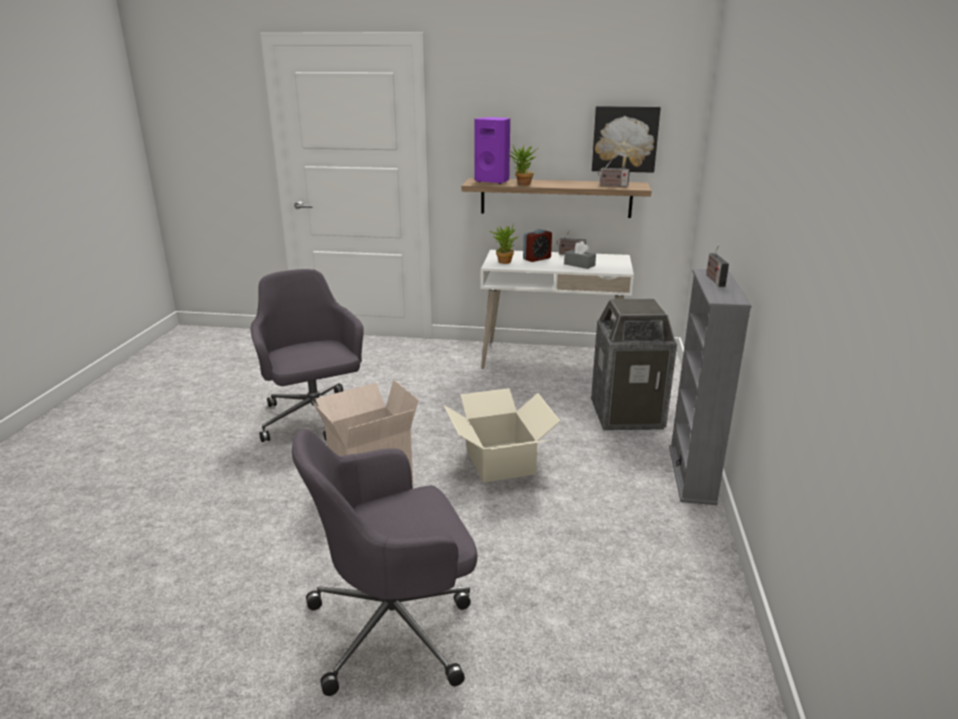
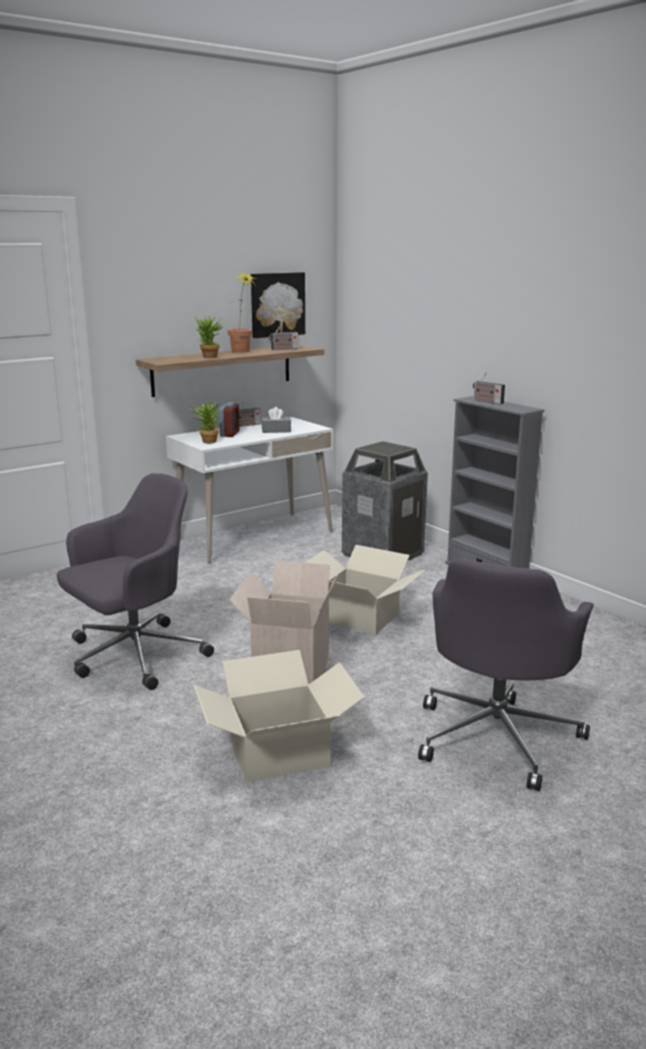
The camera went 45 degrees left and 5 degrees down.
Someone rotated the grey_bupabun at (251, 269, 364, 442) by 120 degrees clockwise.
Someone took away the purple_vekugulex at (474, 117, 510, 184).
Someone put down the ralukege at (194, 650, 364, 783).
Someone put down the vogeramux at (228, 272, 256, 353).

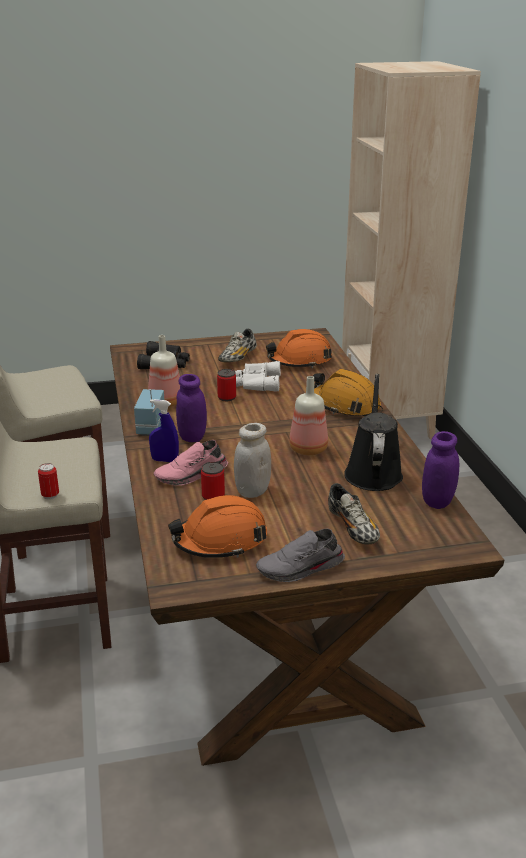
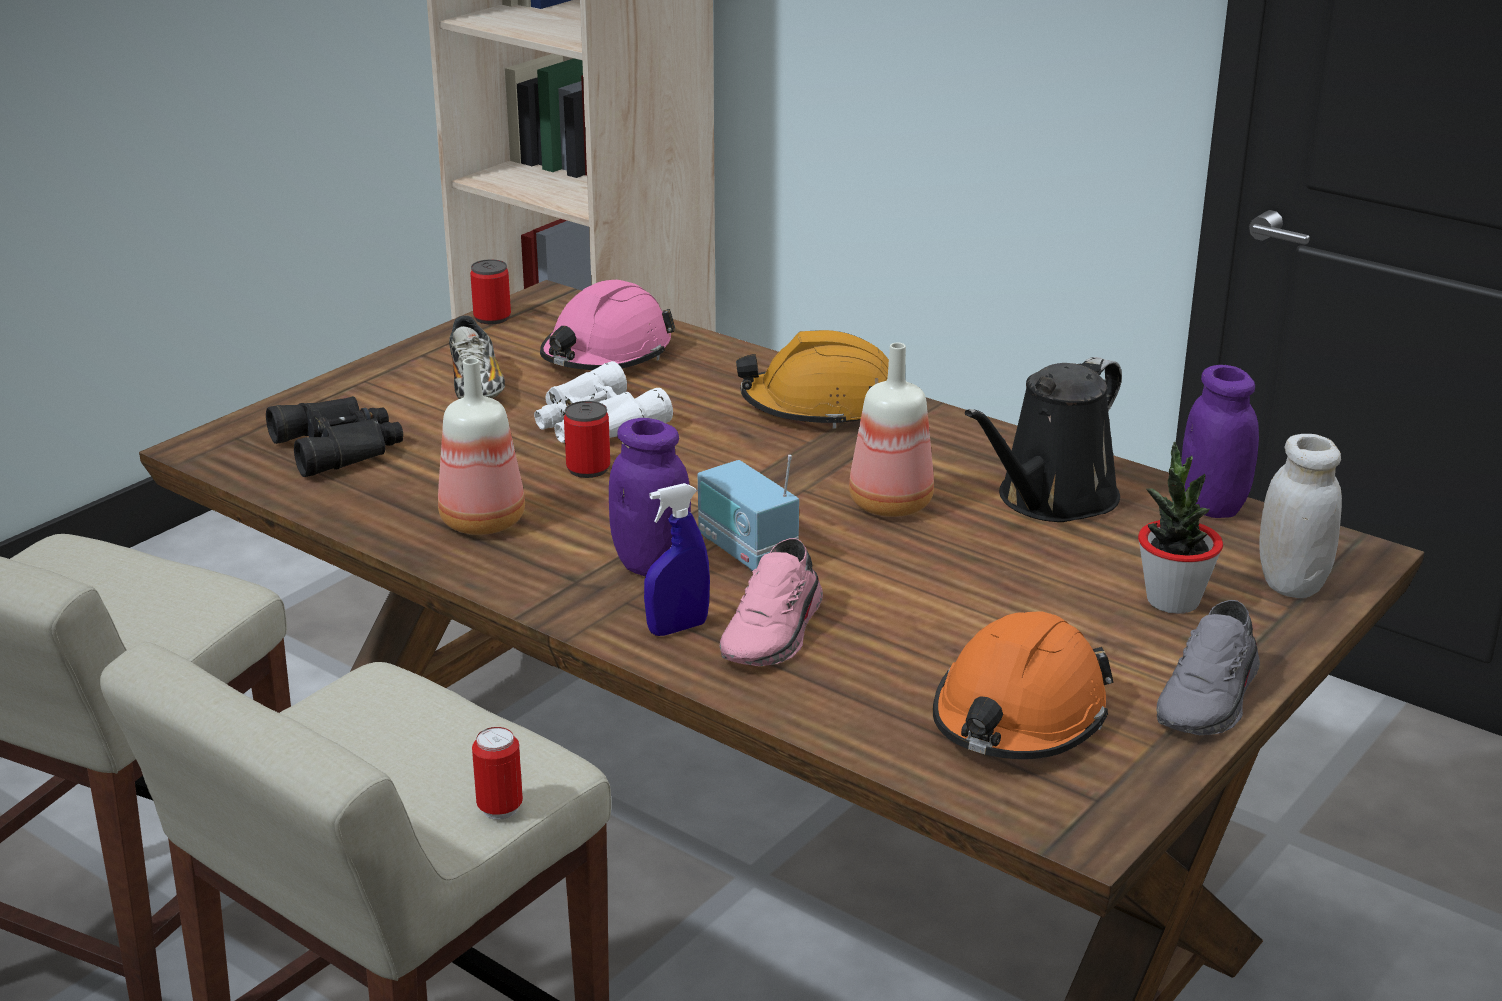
The camera went 40 degrees left and 0 degrees up.
Someone carried the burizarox from (134, 389, 164, 435) to (698, 455, 799, 571).
Someone carried the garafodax from (201, 462, 225, 500) to (470, 259, 511, 324).
Someone carried the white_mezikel from (234, 423, 271, 498) to (1260, 434, 1342, 598).
Someone repainted the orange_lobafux at (266, 329, 332, 368), which became the pink_lobafux at (540, 280, 675, 370).
Someone swapped the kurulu at (328, 483, 380, 544) for the vogeramux at (1138, 442, 1223, 614).
Someone rotated the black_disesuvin at (344, 374, 403, 491) by 105 degrees counterclockwise.

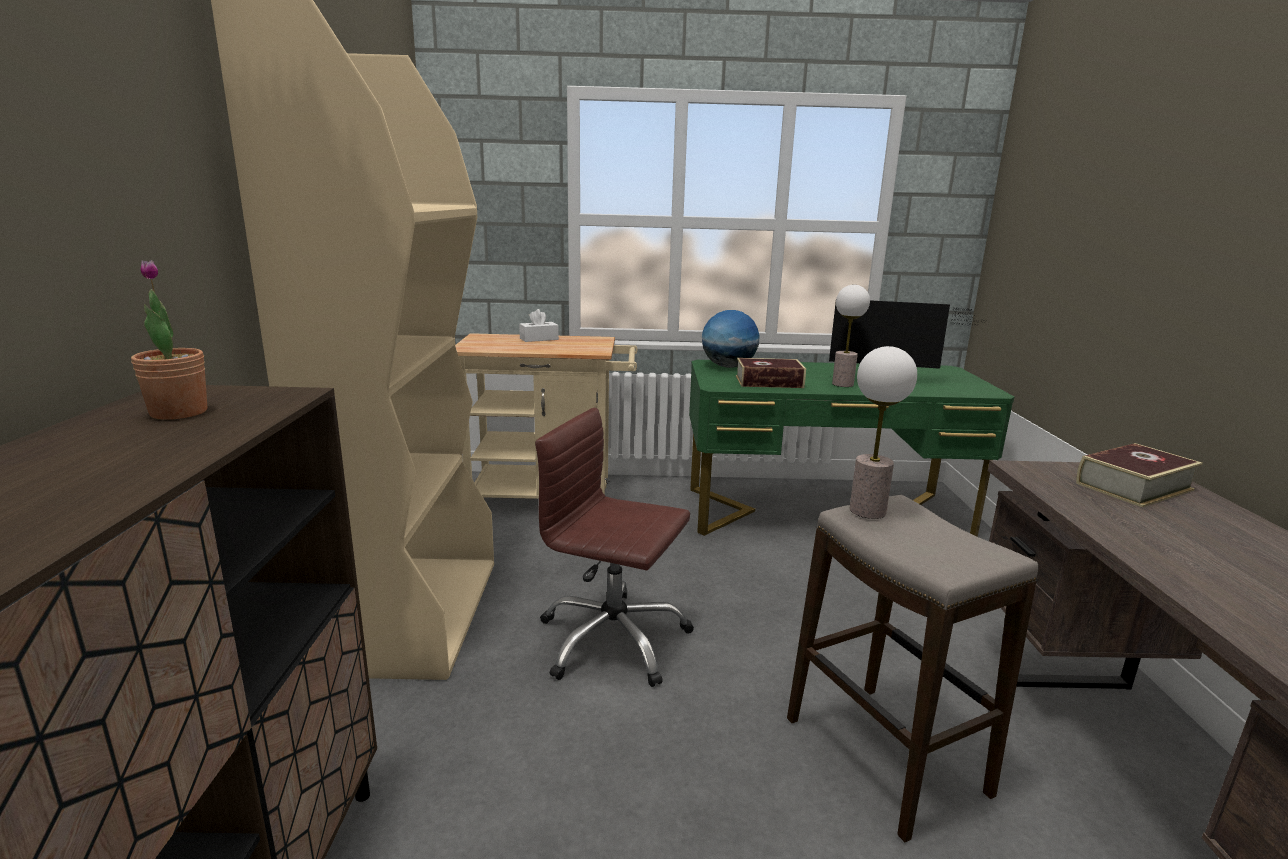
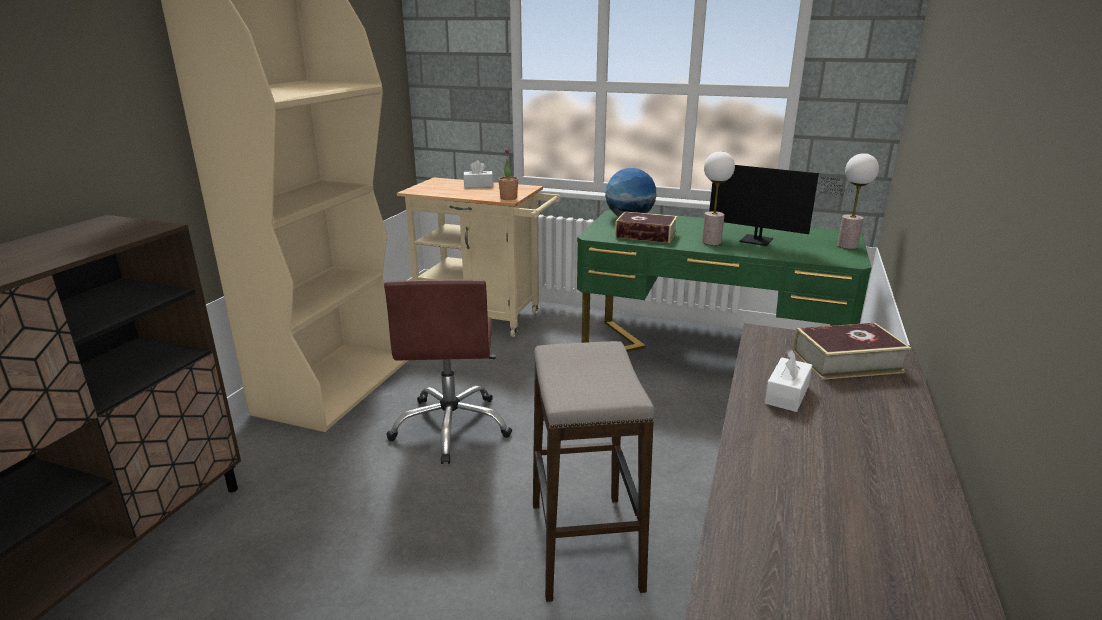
The camera went 20 degrees right and 5 degrees up.
Someone carried the vogeramux from (131, 260, 207, 420) to (498, 148, 518, 200).
Someone rotated the brown_bupabun at (535, 407, 694, 687) by 135 degrees counterclockwise.
Someone carried the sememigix from (850, 346, 917, 519) to (837, 153, 879, 249).
Someone put down the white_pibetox at (764, 349, 812, 412).

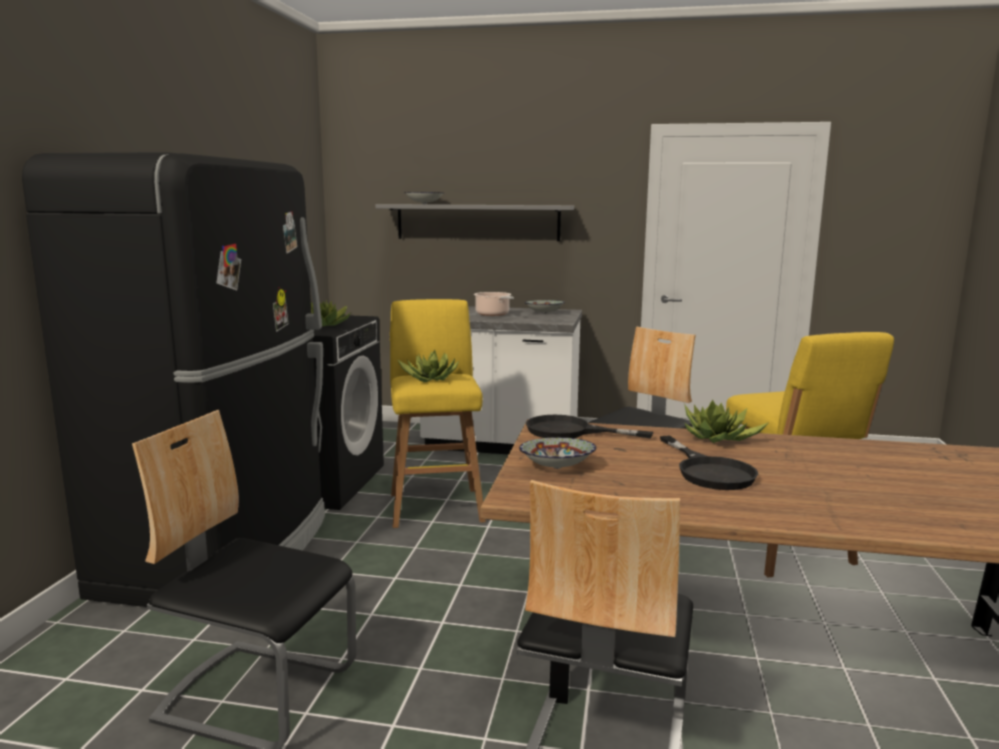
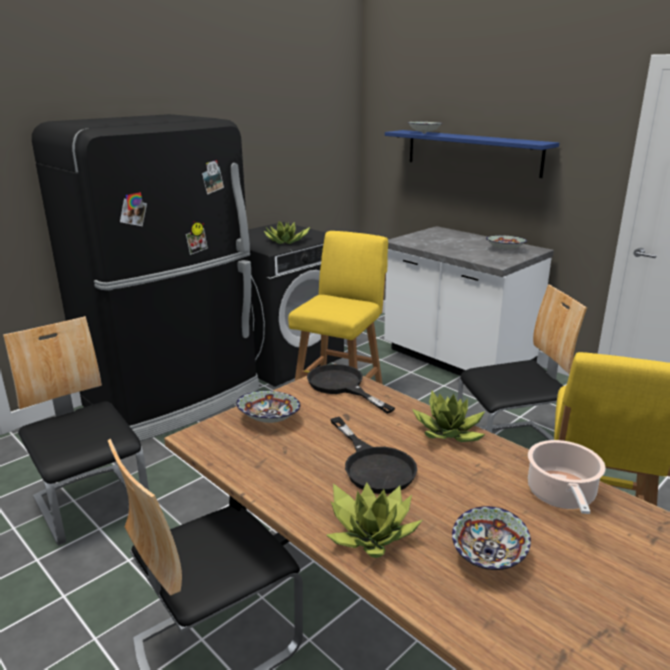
The camera went 35 degrees right and 10 degrees up.
Someone repainted the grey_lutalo at (375, 204, 574, 241), which became the blue_lutalo at (385, 130, 559, 178).
Someone carried the vogeramux from (398, 350, 459, 382) to (327, 482, 422, 558).
Someone carried the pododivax from (474, 292, 514, 316) to (528, 440, 606, 514).
Someone rotated the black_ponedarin at (660, 436, 758, 490) by 45 degrees counterclockwise.
Someone put down the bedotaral at (452, 506, 531, 570).

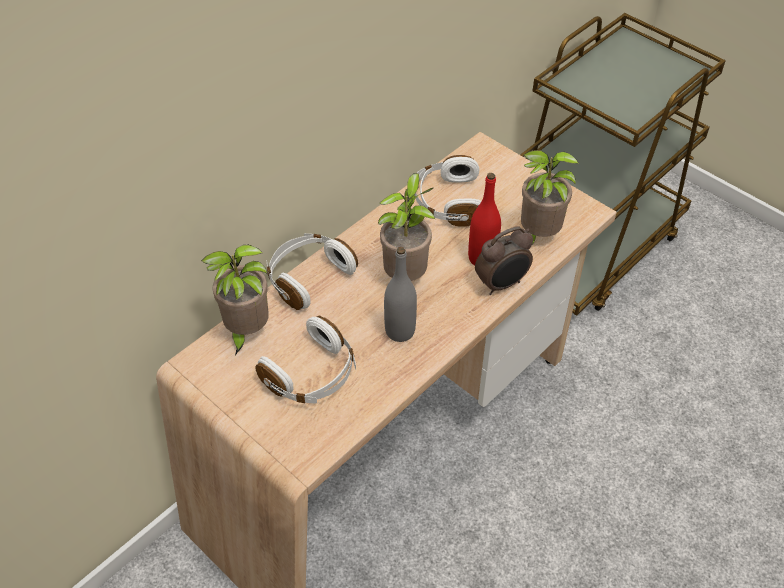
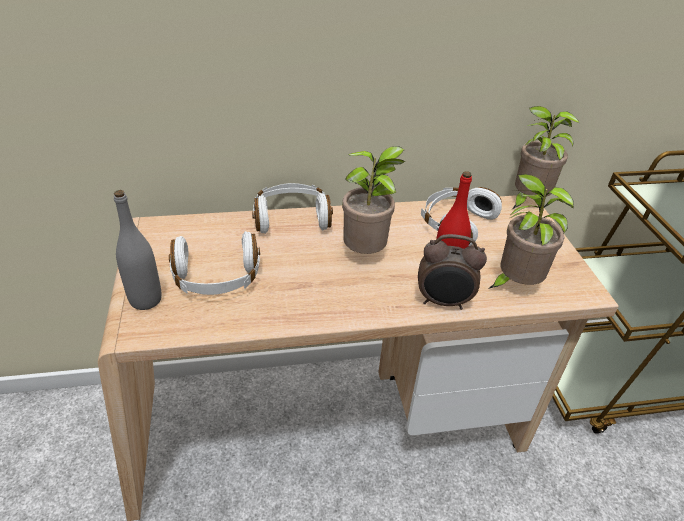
The camera went 35 degrees right and 10 degrees down.
Someone carried the vogeramux from (201, 245, 269, 355) to (512, 106, 579, 209).
Someone carried the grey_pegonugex from (384, 247, 417, 342) to (114, 190, 162, 310).

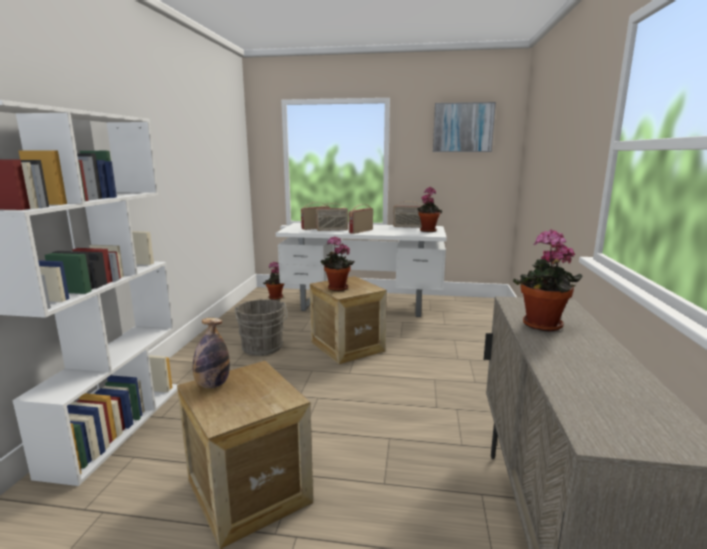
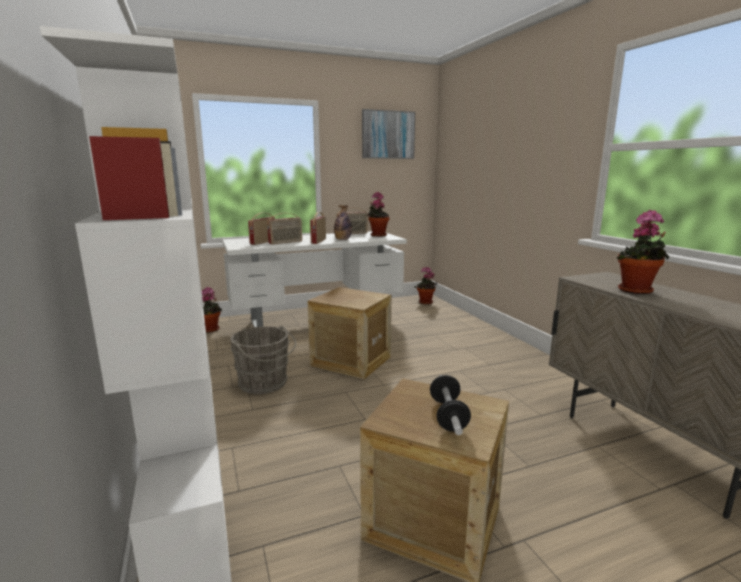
The camera went 30 degrees left and 0 degrees up.
Someone carried the pegonugex from (193, 318, 230, 388) to (334, 205, 352, 240).
Someone carried the vogeramux from (321, 236, 355, 291) to (415, 267, 438, 304).
Someone put down the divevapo at (430, 375, 471, 435).

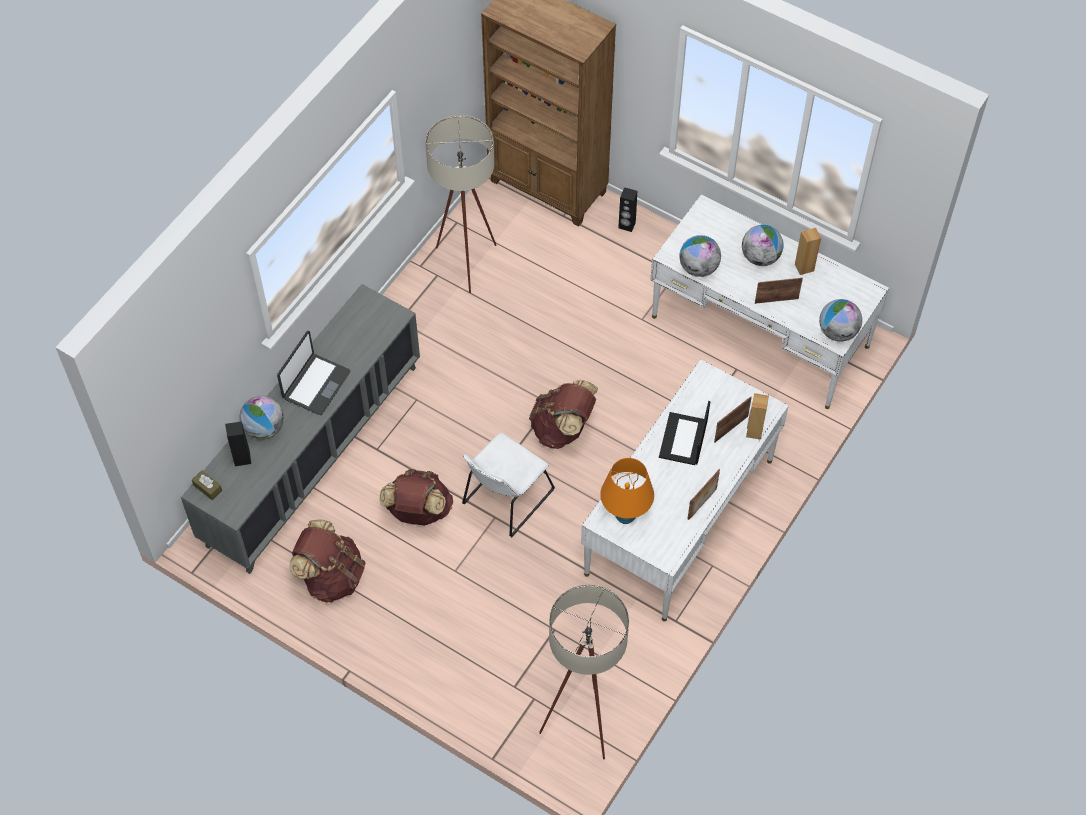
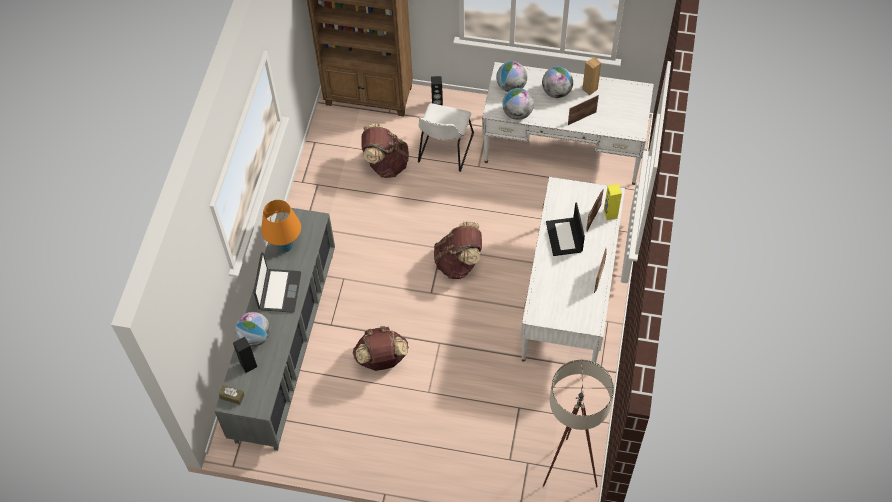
The camera went 20 degrees left and 0 degrees up.
Someone carried the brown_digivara from (289, 520, 366, 603) to (362, 123, 409, 178).
Someone took away the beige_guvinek at (425, 115, 496, 293).
Someone carried the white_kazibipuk from (462, 433, 555, 537) to (418, 103, 474, 172).
Someone carried the orange_sememigix from (600, 458, 654, 524) to (261, 200, 301, 252).
Someone repainted the brown_vekugulex at (746, 393, 769, 440), which became the yellow_vekugulex at (604, 184, 622, 220).
Someone carried the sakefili from (819, 299, 862, 342) to (496, 61, 527, 92).

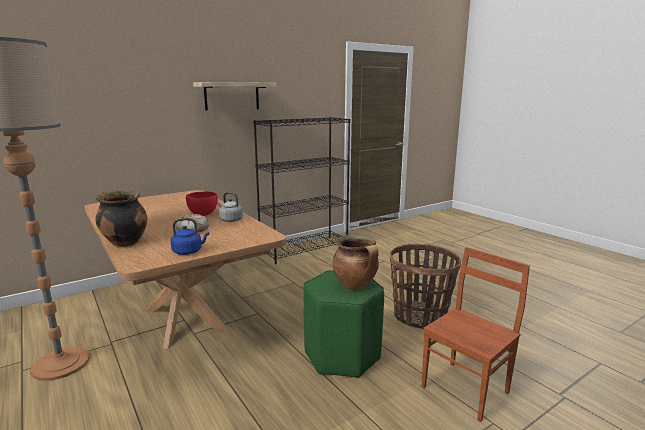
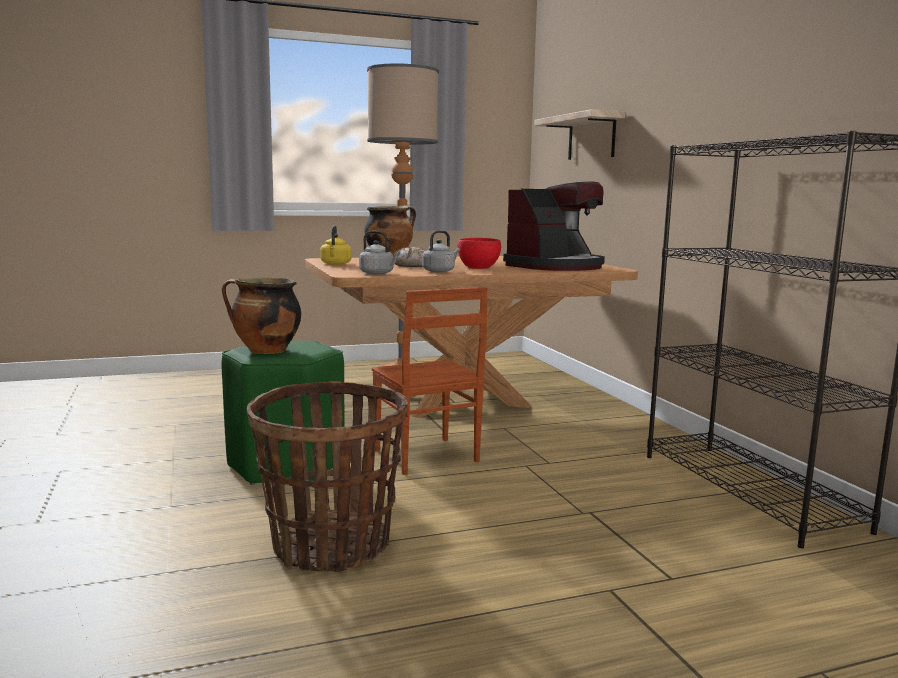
The camera went 105 degrees right and 5 degrees down.
Someone repainted the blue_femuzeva at (171, 218, 209, 255), which became the yellow_femuzeva at (320, 225, 351, 265).
Someone carried the lutalo from (193, 82, 277, 111) to (534, 109, 625, 160).
Someone carried the brown_kazibipuk from (422, 247, 530, 422) to (372, 287, 488, 475).
Someone put down the grey_femuzeva at (359, 231, 400, 275).
Someone put down the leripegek at (503, 182, 605, 271).

